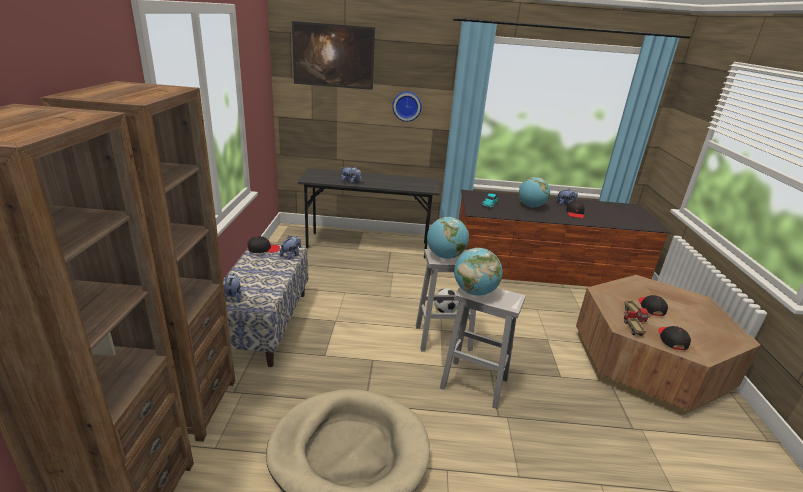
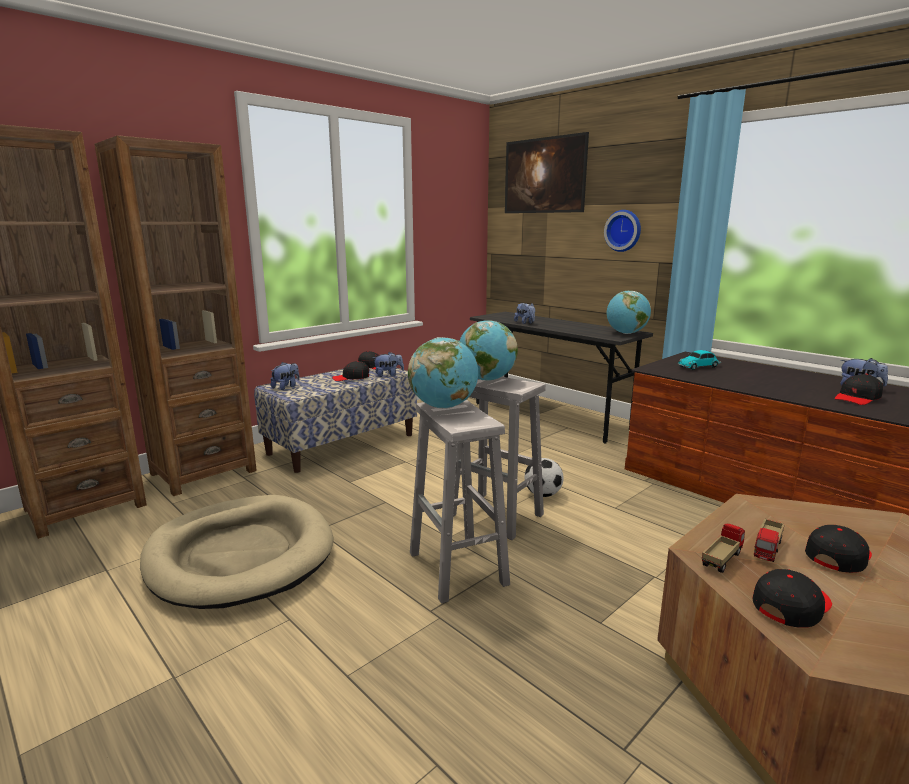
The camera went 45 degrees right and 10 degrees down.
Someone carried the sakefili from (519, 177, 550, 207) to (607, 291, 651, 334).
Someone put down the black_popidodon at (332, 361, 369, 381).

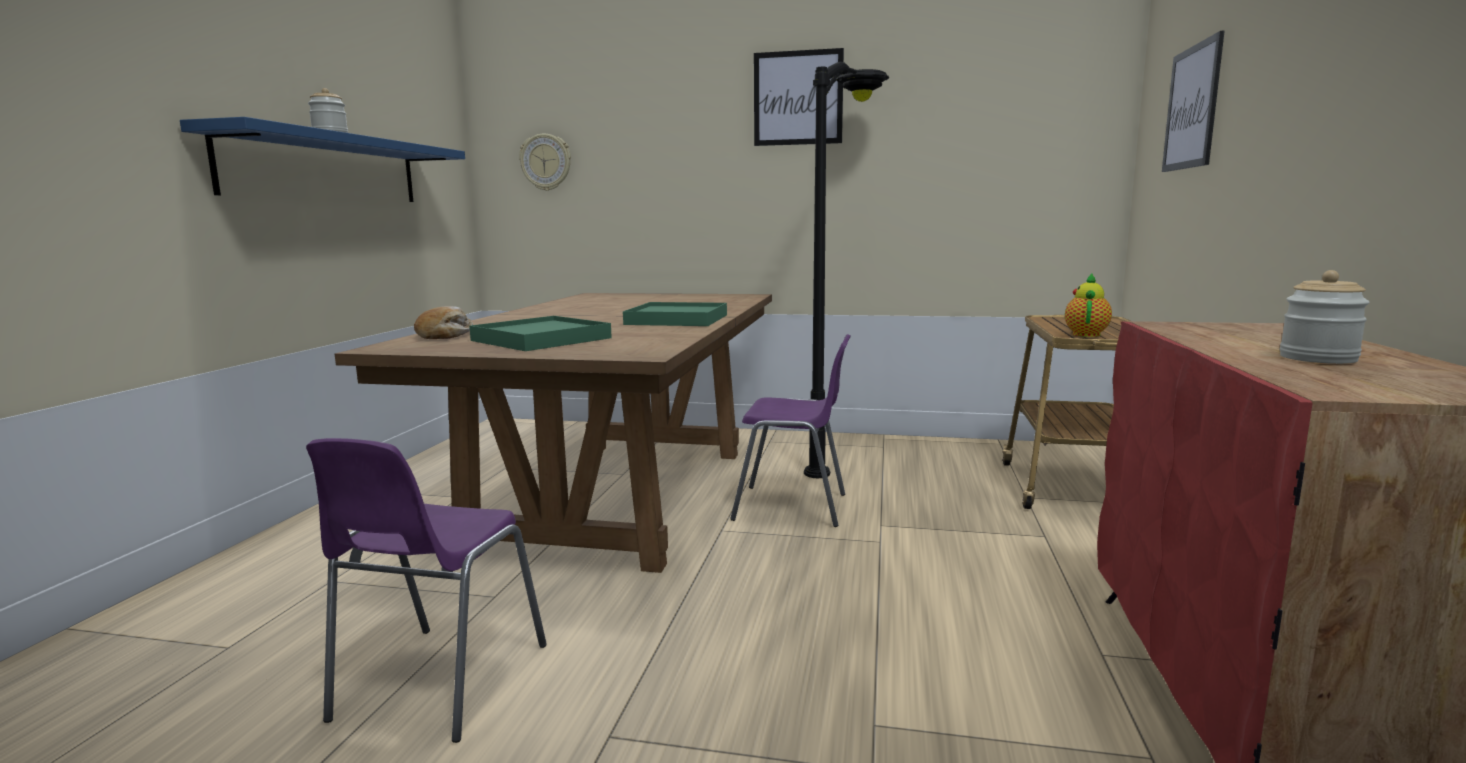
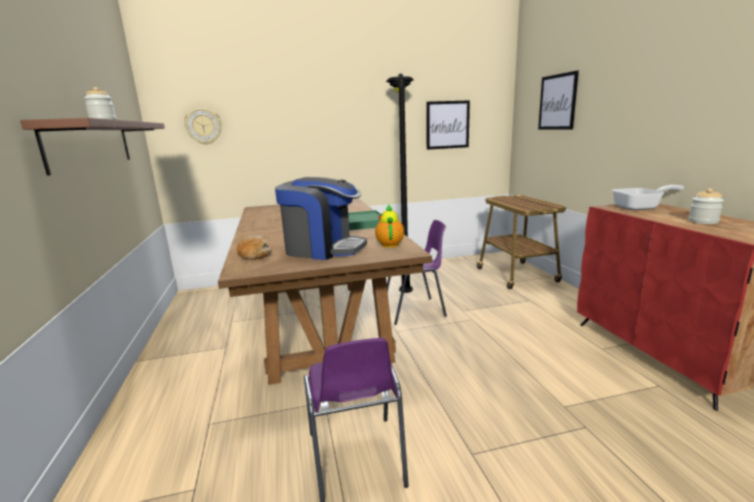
The camera went 25 degrees left and 5 degrees up.
Someone repainted the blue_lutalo at (180, 117, 465, 202), which became the brown_lutalo at (20, 118, 165, 176).
Someone swapped the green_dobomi at (469, 316, 612, 351) for the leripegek at (275, 177, 367, 260).
Someone carried the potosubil from (754, 48, 844, 146) to (426, 100, 470, 150).
Someone carried the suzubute from (1065, 273, 1112, 337) to (375, 205, 404, 248).
Someone put down the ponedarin at (612, 185, 684, 210).

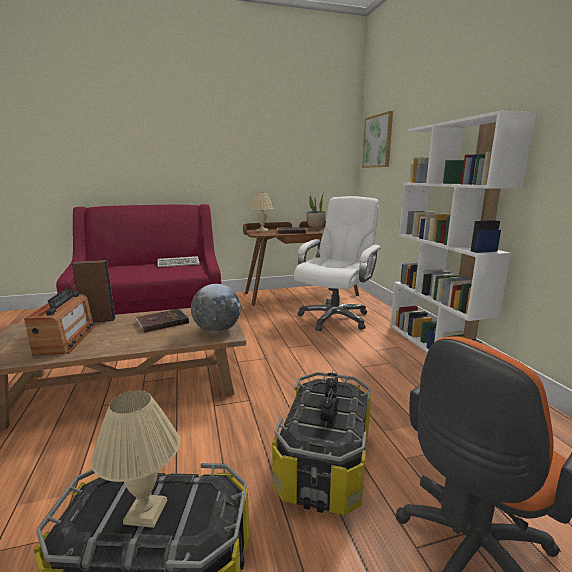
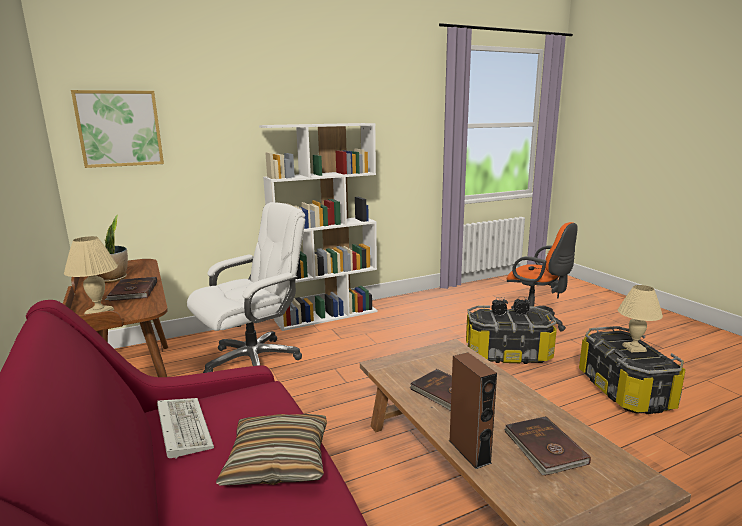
The camera went 100 degrees left and 0 degrees up.
Someone swapped the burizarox at (24, 286, 95, 355) for the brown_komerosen at (504, 416, 591, 476).
Someone took away the sakefili at (191, 284, 241, 333).
Someone rotated the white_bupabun at (294, 196, 381, 331) by 120 degrees clockwise.
Someone put down the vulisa at (216, 414, 327, 486).

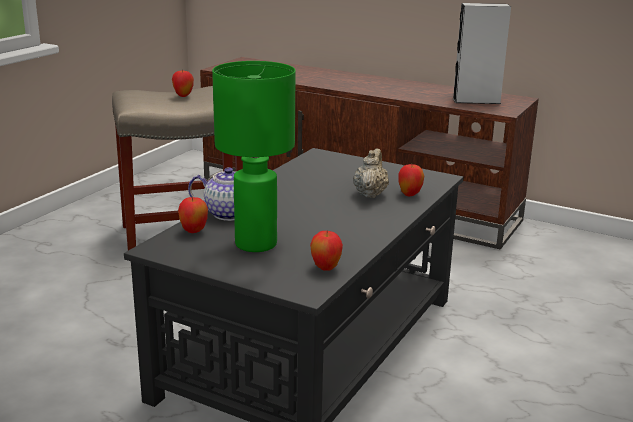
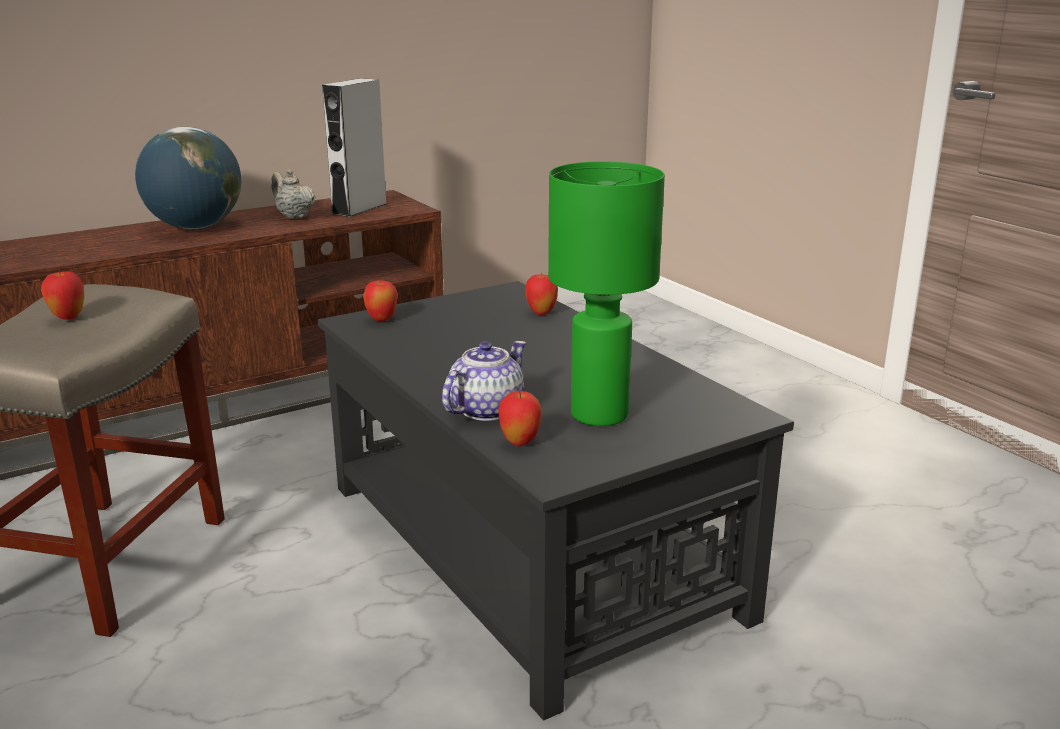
The camera went 60 degrees left and 0 degrees up.
Someone carried the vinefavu from (310, 231, 343, 271) to (363, 279, 397, 321).
Someone carried the beige_suzubute from (353, 148, 389, 198) to (271, 169, 316, 219).
Someone put down the sakefili at (135, 127, 241, 229).

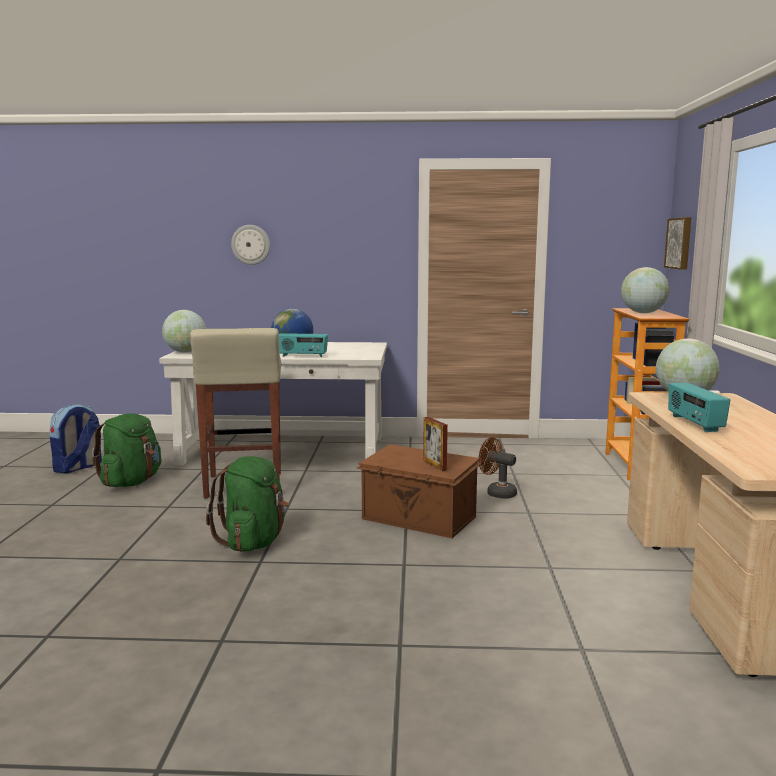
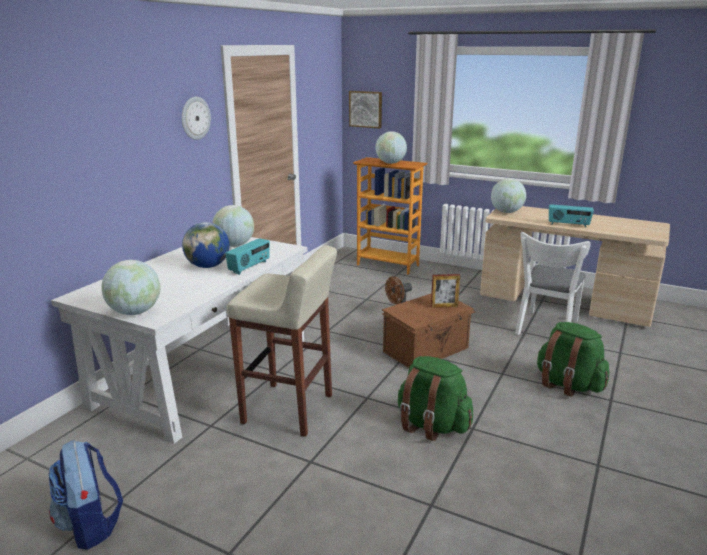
The camera went 65 degrees left and 10 degrees up.
Someone carried the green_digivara from (92, 413, 162, 487) to (537, 322, 609, 397).
Someone carried the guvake from (231, 225, 270, 265) to (182, 97, 211, 140).
Someone put down the sakefili at (213, 205, 254, 247).
Someone put down the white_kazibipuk at (515, 232, 590, 335).

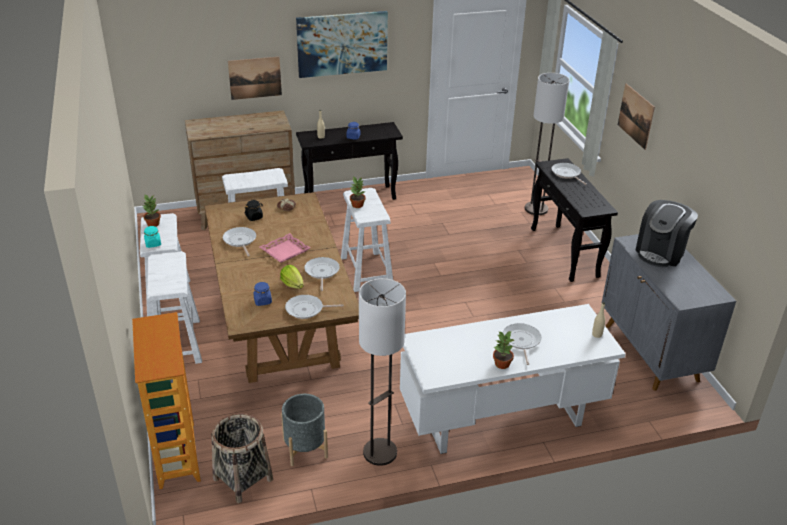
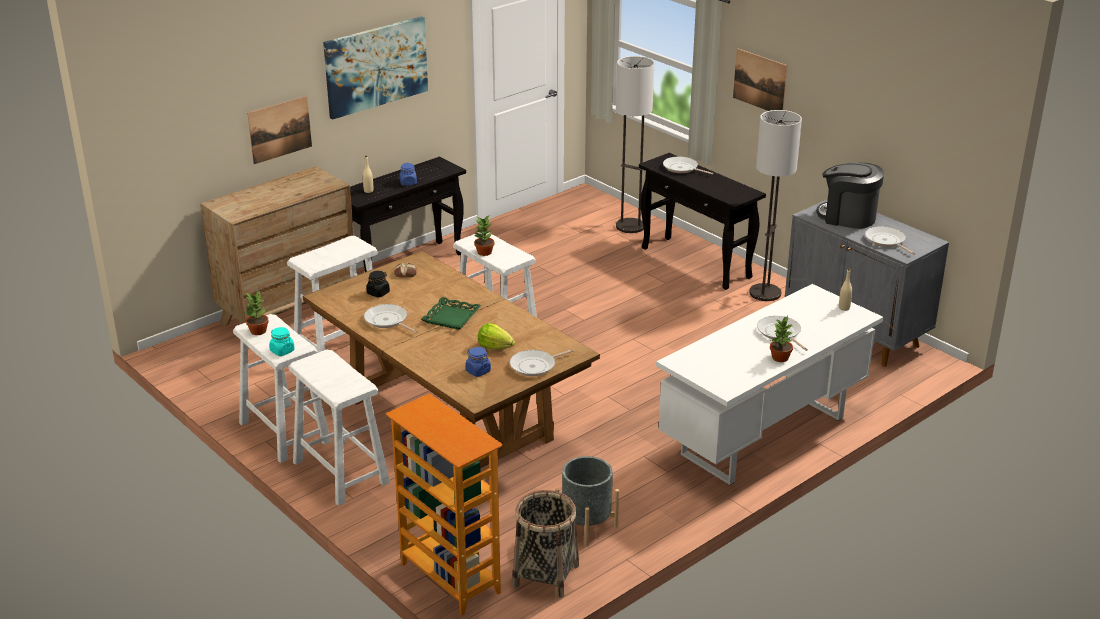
The camera went 25 degrees left and 5 degrees down.
Someone repainted the pink_dobomi at (260, 233, 310, 263), which became the green_dobomi at (421, 297, 481, 330).
Someone carried the ponedarin from (304, 257, 340, 291) to (865, 226, 915, 255).
Someone carried the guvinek from (359, 278, 406, 466) to (749, 110, 802, 301).
Someone rotated the leripegek at (635, 200, 698, 267) by 105 degrees clockwise.

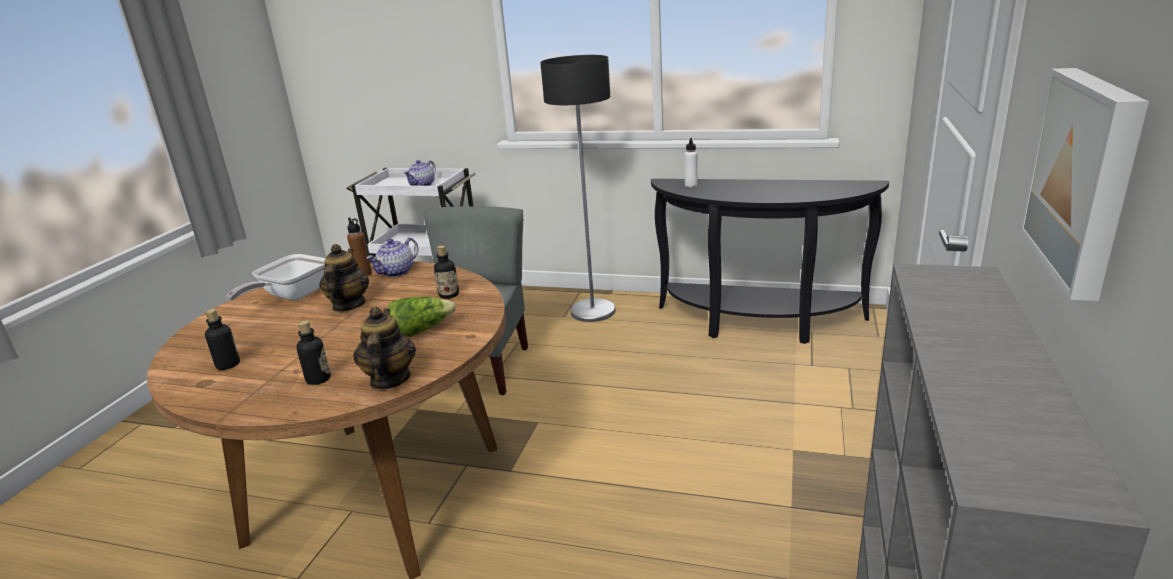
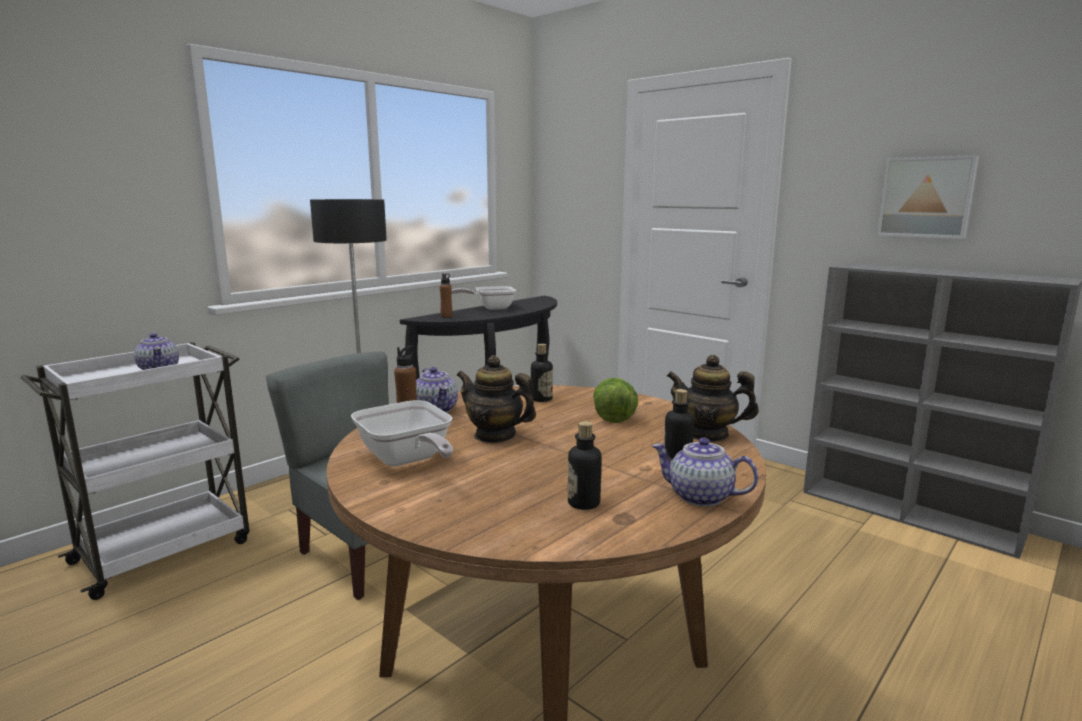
The camera went 65 degrees left and 10 degrees down.
Someone repainted the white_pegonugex at (684, 138, 698, 187), which became the brown_pegonugex at (440, 273, 453, 317).
Someone put down the ponedarin at (451, 286, 516, 310).
Someone put down the suzubute at (652, 437, 758, 507).

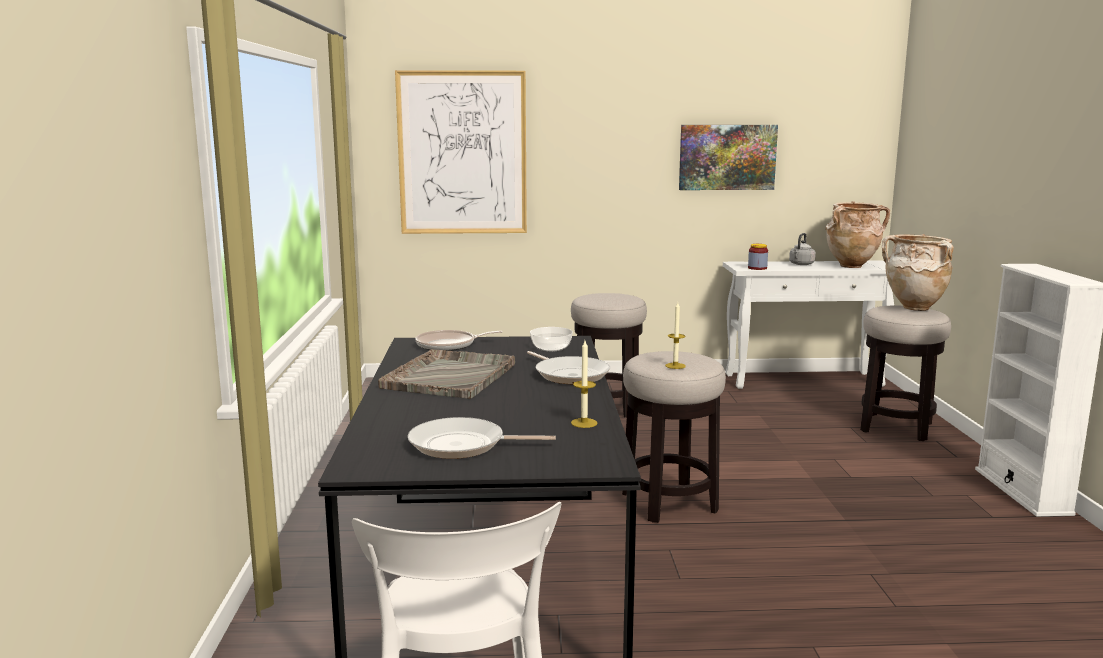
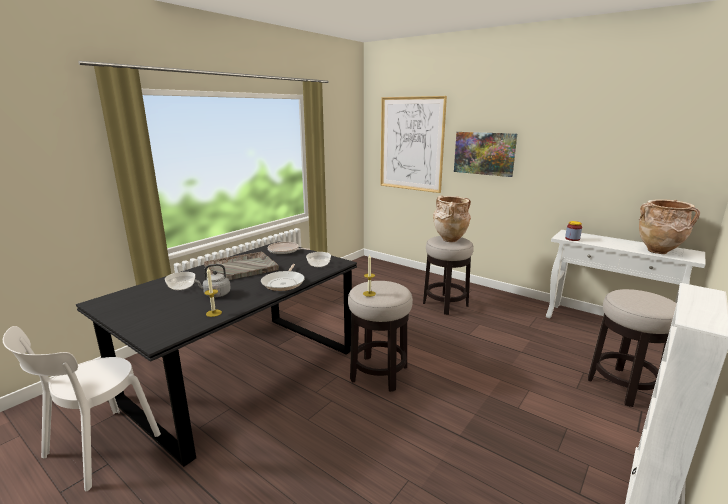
The camera went 40 degrees right and 5 degrees up.
Someone took away the ponedarin at (408, 417, 556, 459).
Someone carried the potosubil from (679, 125, 778, 190) to (454, 132, 517, 177).
Someone carried the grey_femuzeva from (789, 233, 816, 265) to (194, 264, 231, 297).
Someone carried the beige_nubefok from (882, 234, 954, 311) to (433, 196, 471, 242).
Someone put down the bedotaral at (165, 272, 195, 290).

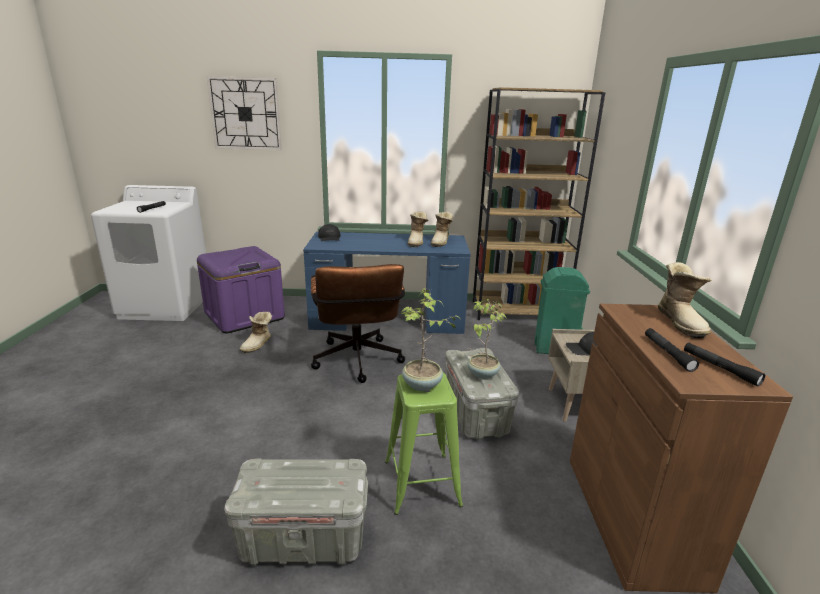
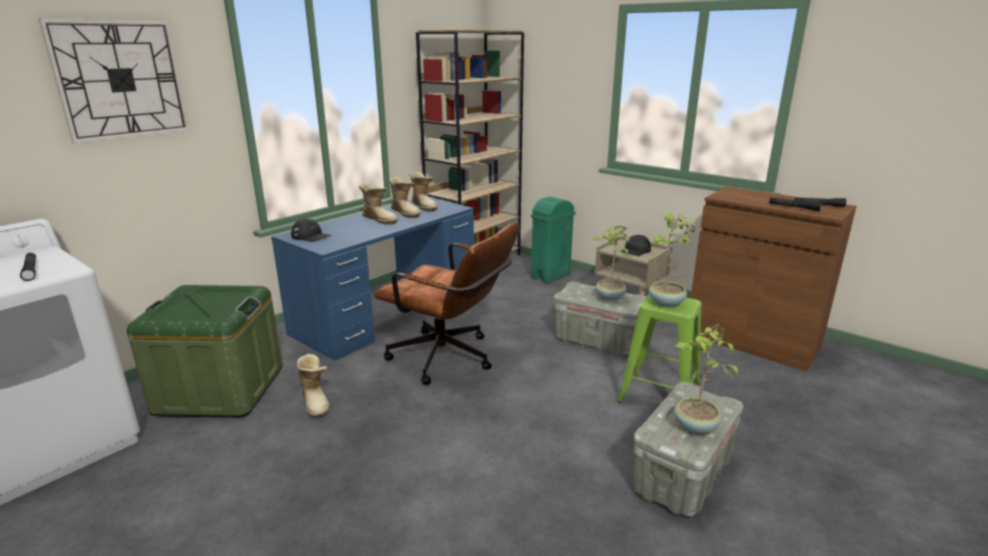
The camera went 50 degrees left and 0 degrees up.
Someone repainted the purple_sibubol at (197, 246, 285, 333), which became the green_sibubol at (127, 285, 283, 418).
Someone carried the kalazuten from (658, 262, 712, 338) to (359, 183, 398, 225).
Someone put down the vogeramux at (674, 324, 738, 435).

